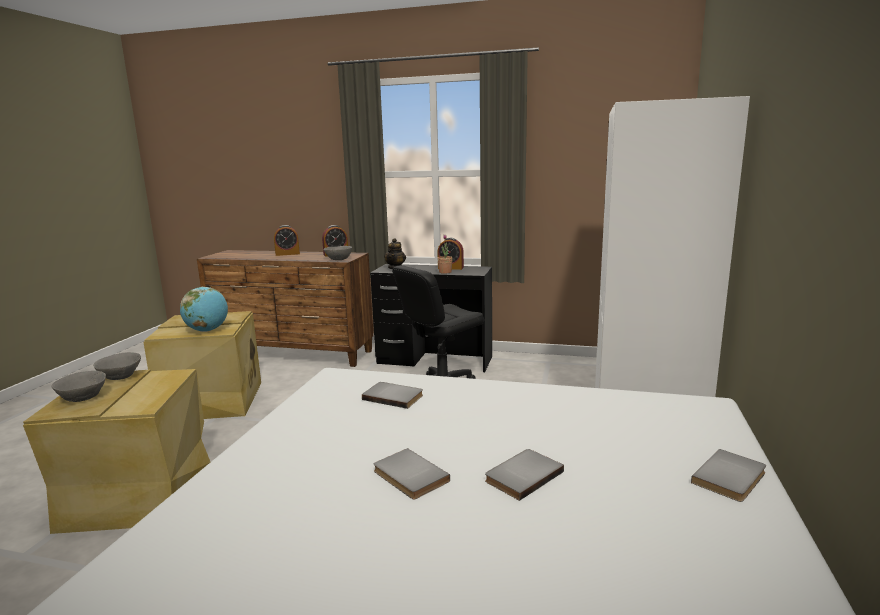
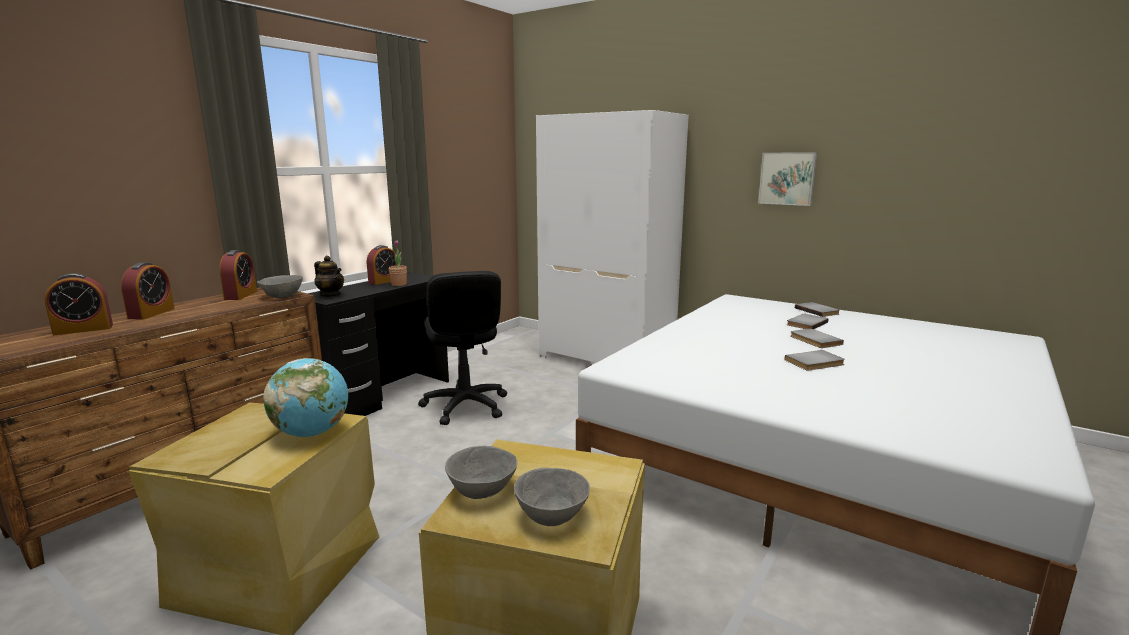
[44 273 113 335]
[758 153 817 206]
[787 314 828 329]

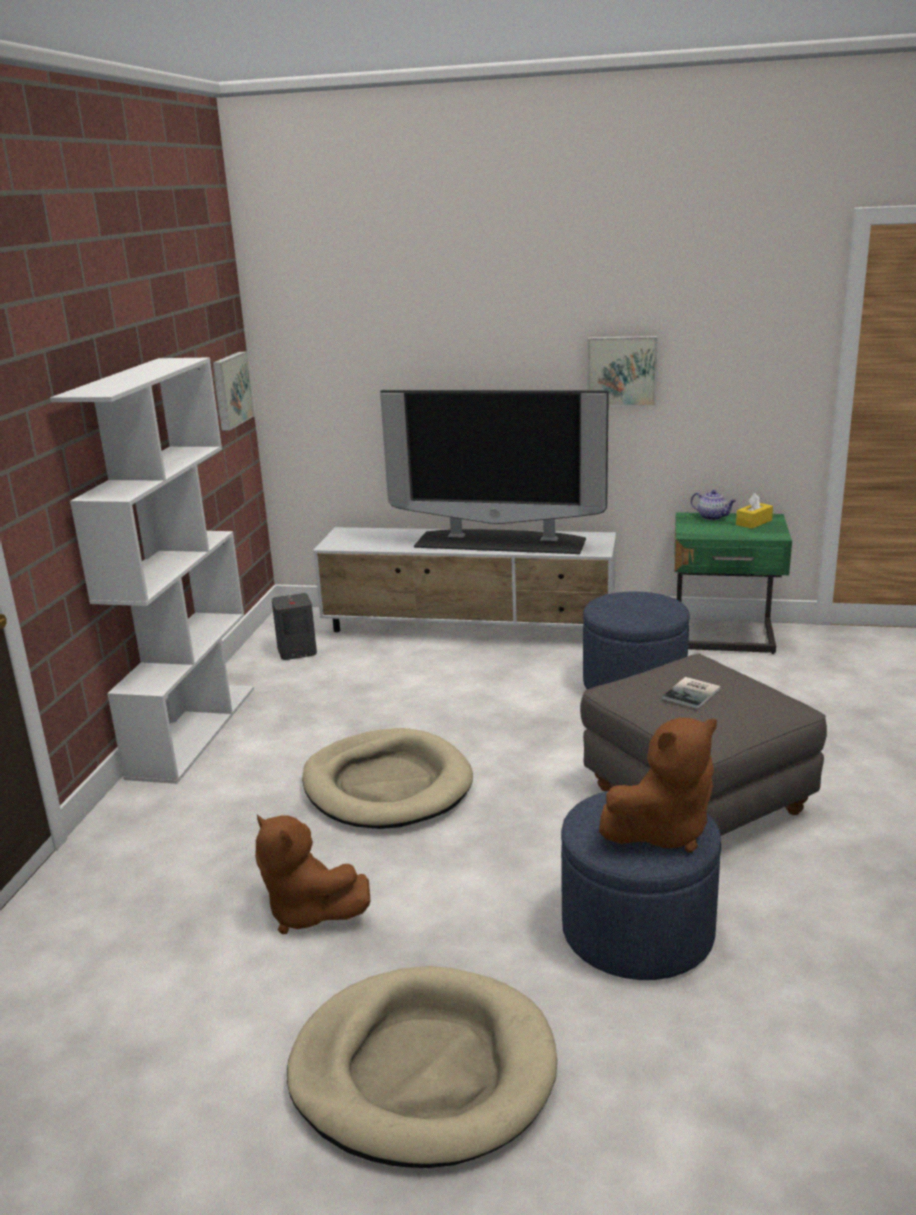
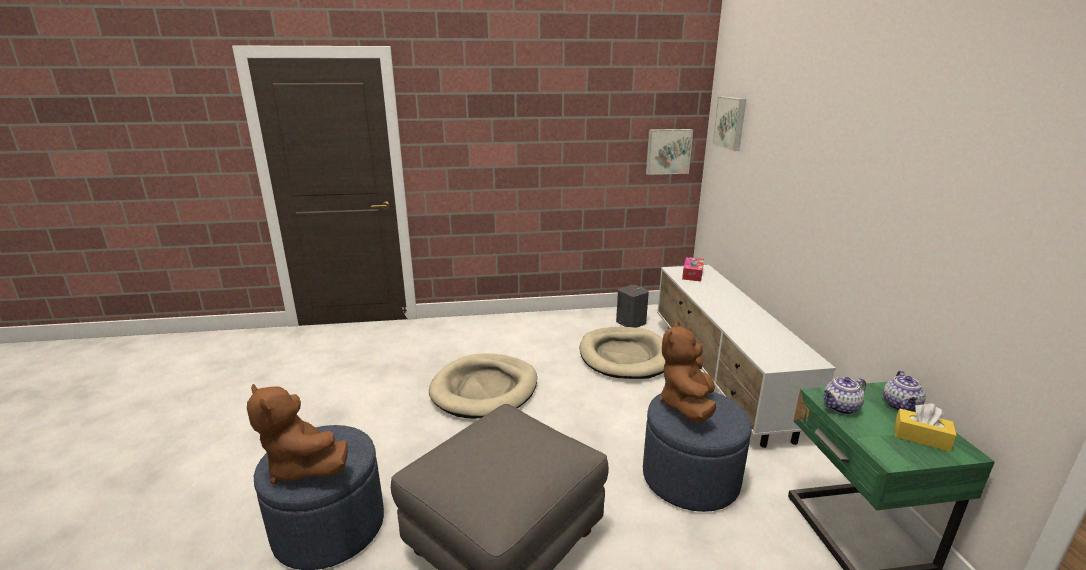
[580 327 665 379]
[660 321 716 423]
[682 257 704 281]
[713 96 746 151]
[824 377 866 415]
[50 357 254 784] (first image)
[380 390 609 554] (first image)
[662 677 720 709] (first image)

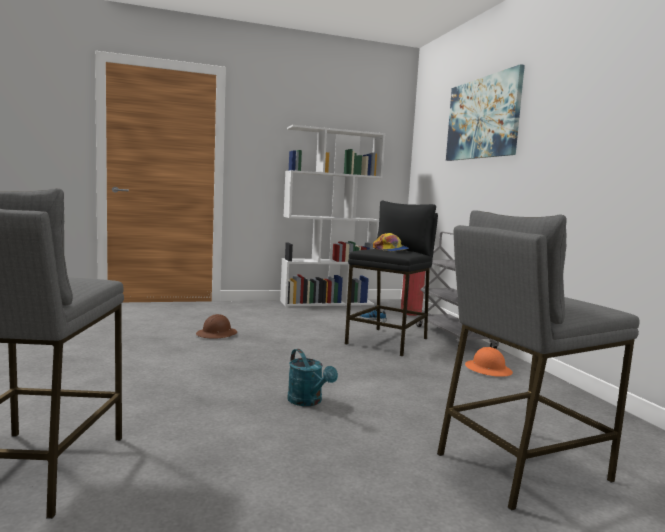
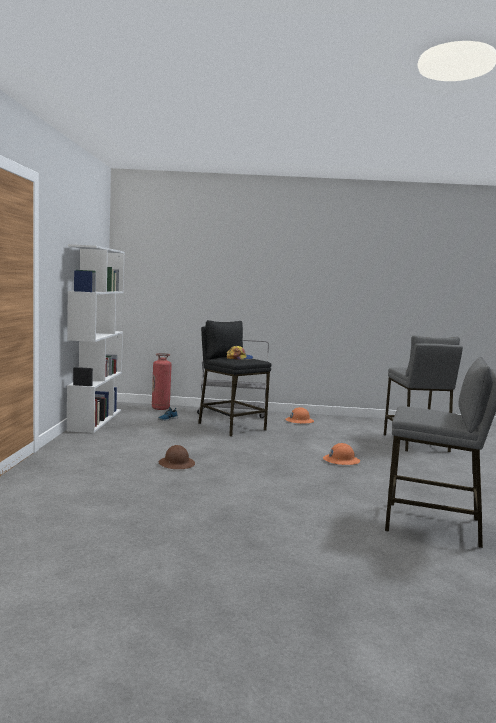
[323 443 360 465]
[446 64 525 161] (first image)

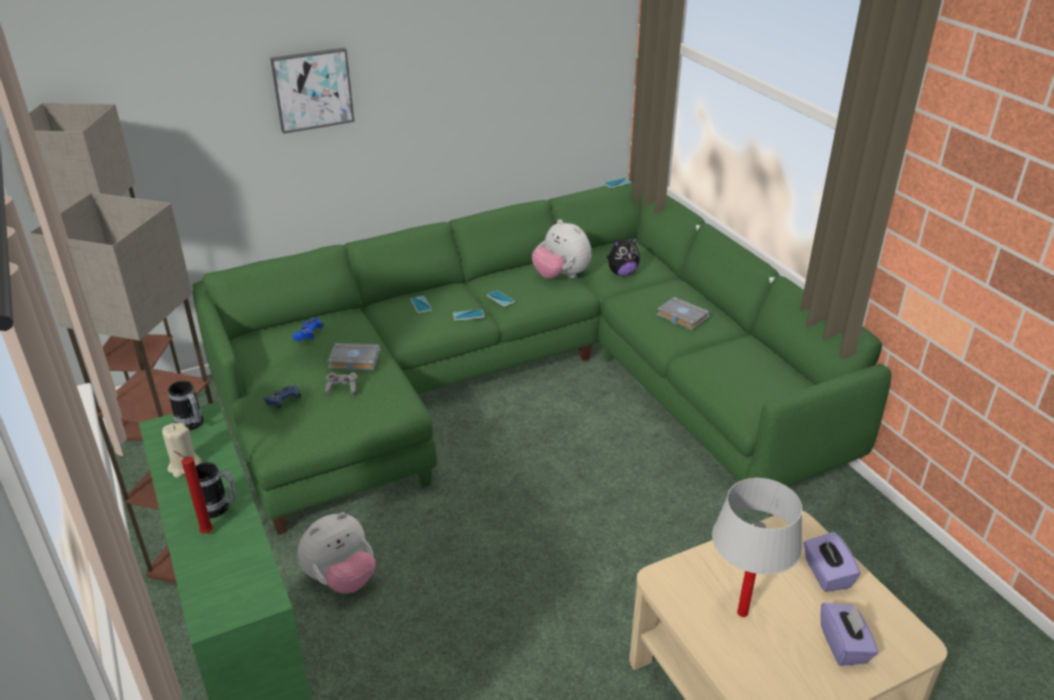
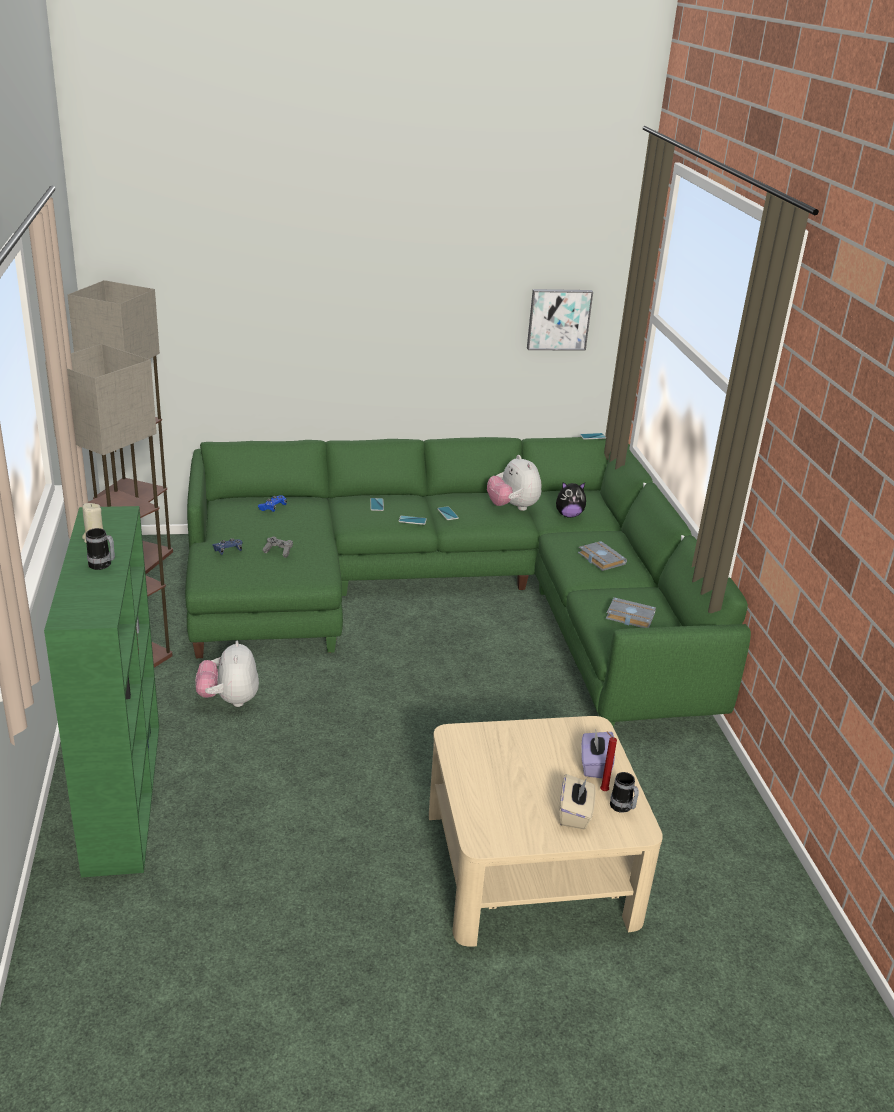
[195 641 259 707]
[527 289 593 351]
[559 774 596 829]
[600 731 617 791]
[606 597 656 628]
[610 772 639 813]
[712 478 803 617] (first image)

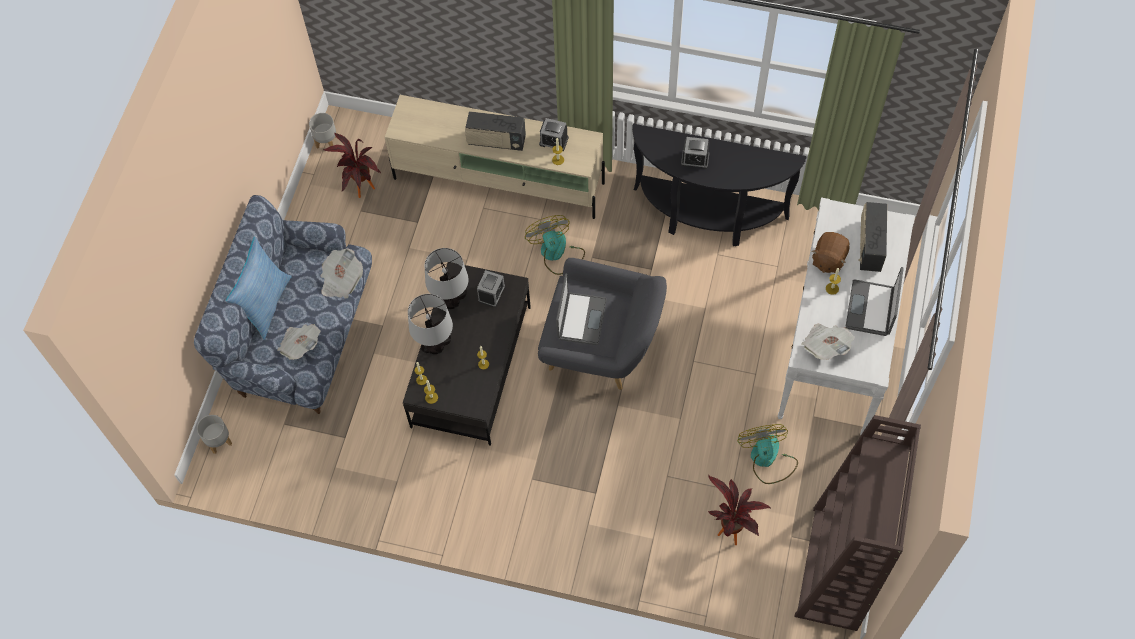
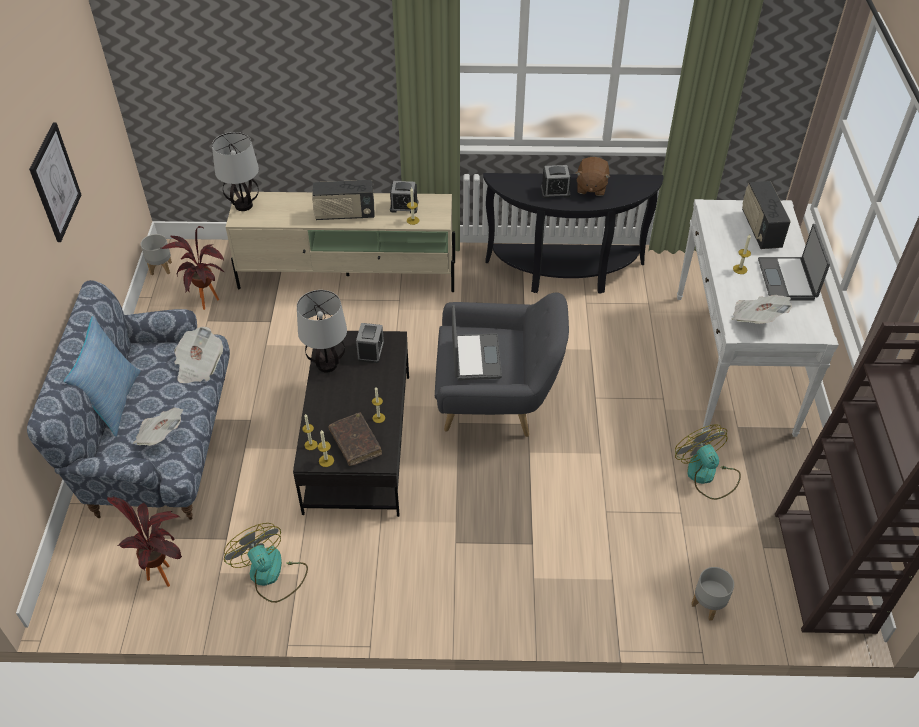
[29 122 81 242]
[107 497 182 587]
[212 132 259 211]
[224 523 308 603]
[329 413 382 466]
[576 157 610 196]
[691 567 734 620]

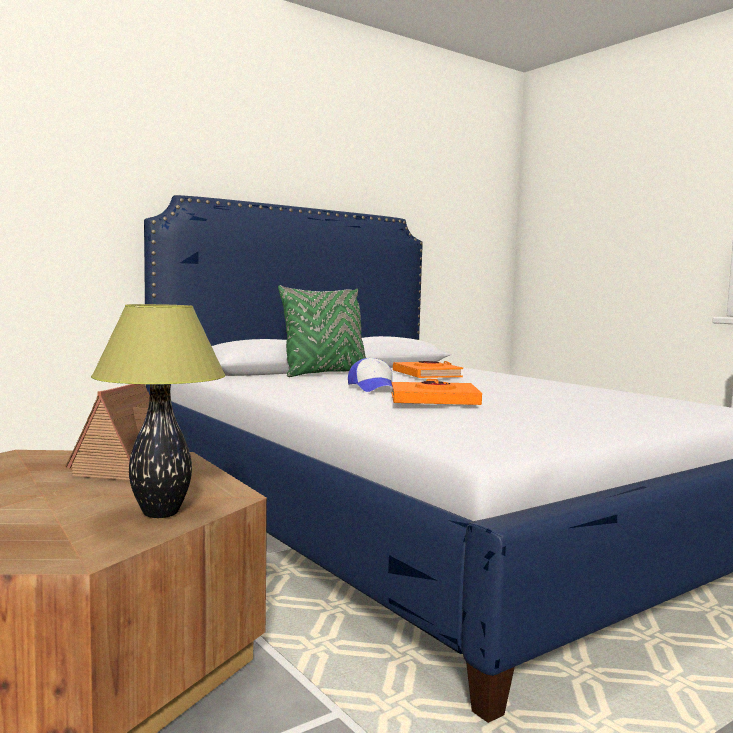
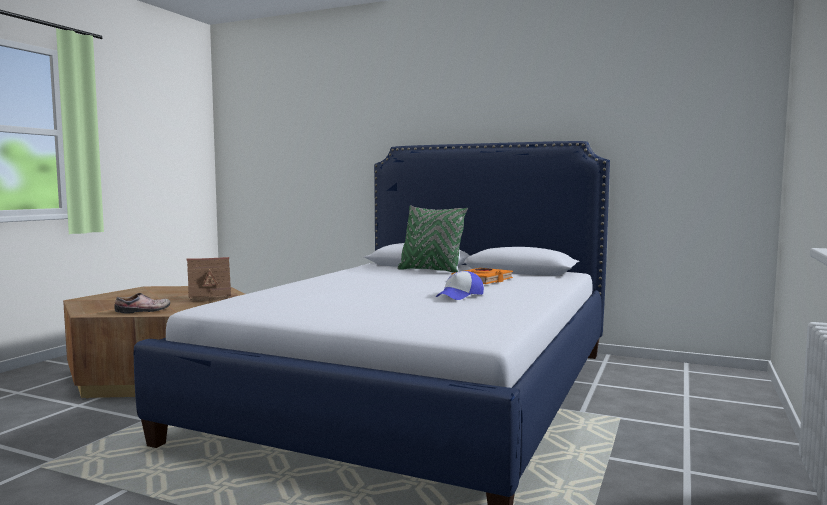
[114 293 170 313]
[436 271 484 300]
[391 379 482 405] (first image)

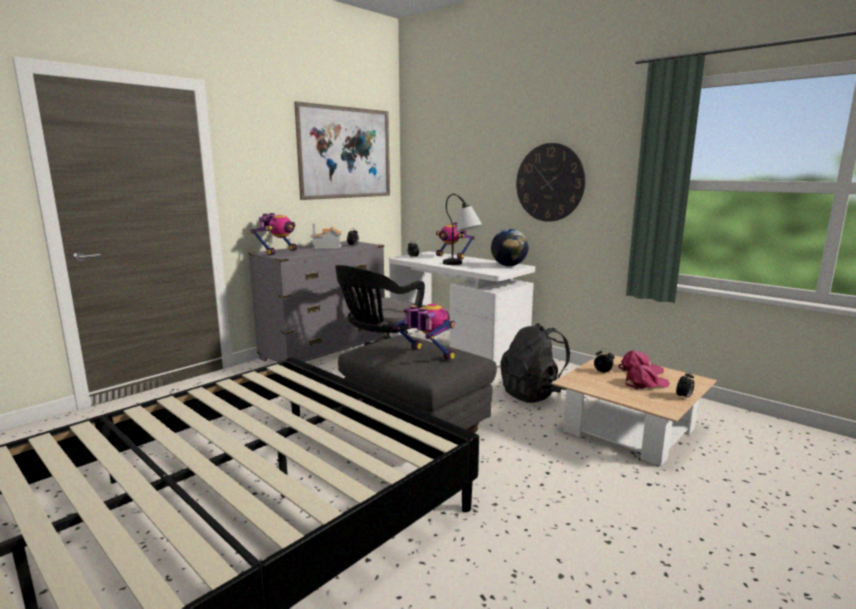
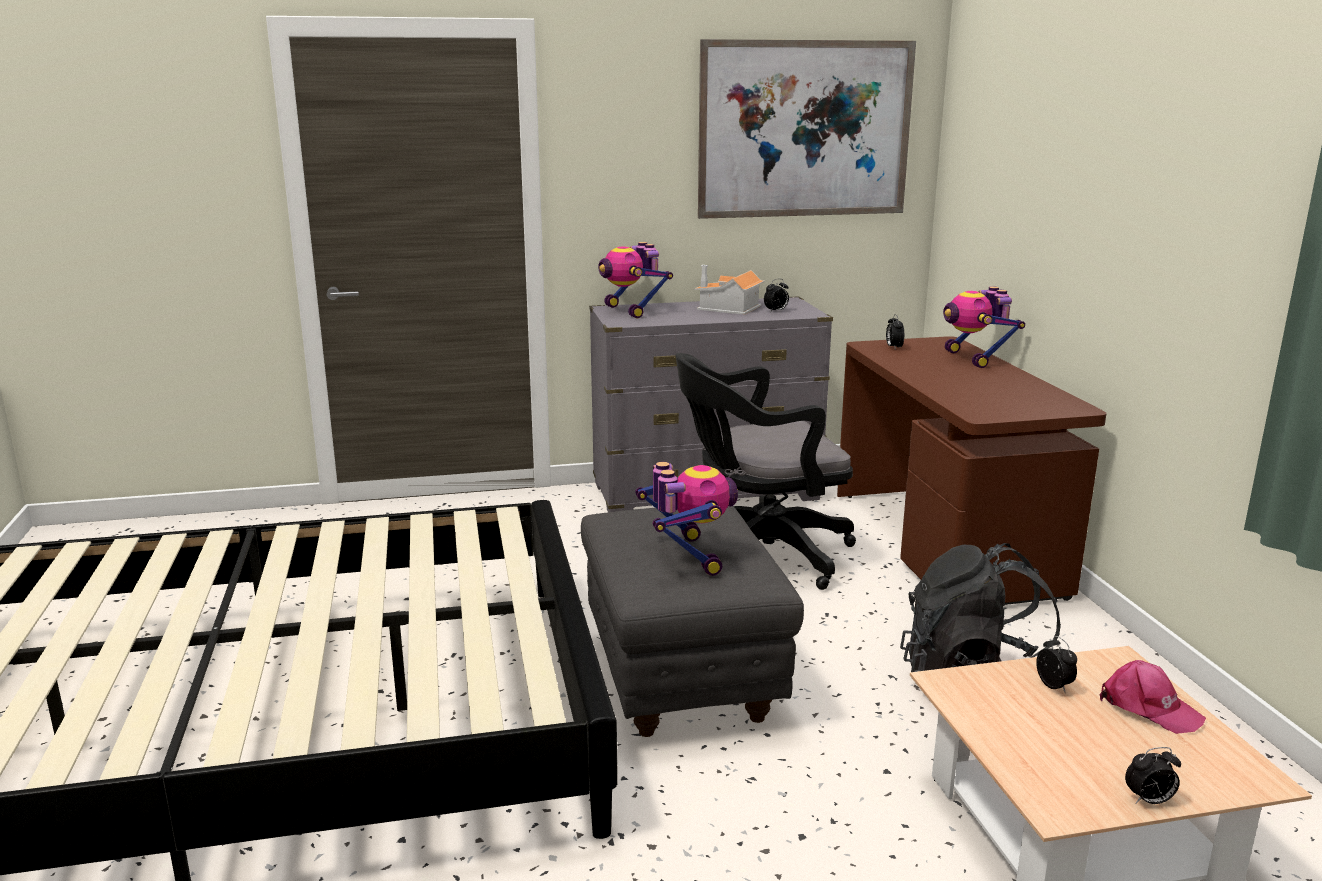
[598 242 673 318]
[837 336 1107 605]
[443 194 483 265] (first image)
[491 229 528 266] (first image)
[516 143 586 222] (first image)
[625 365 670 390] (first image)

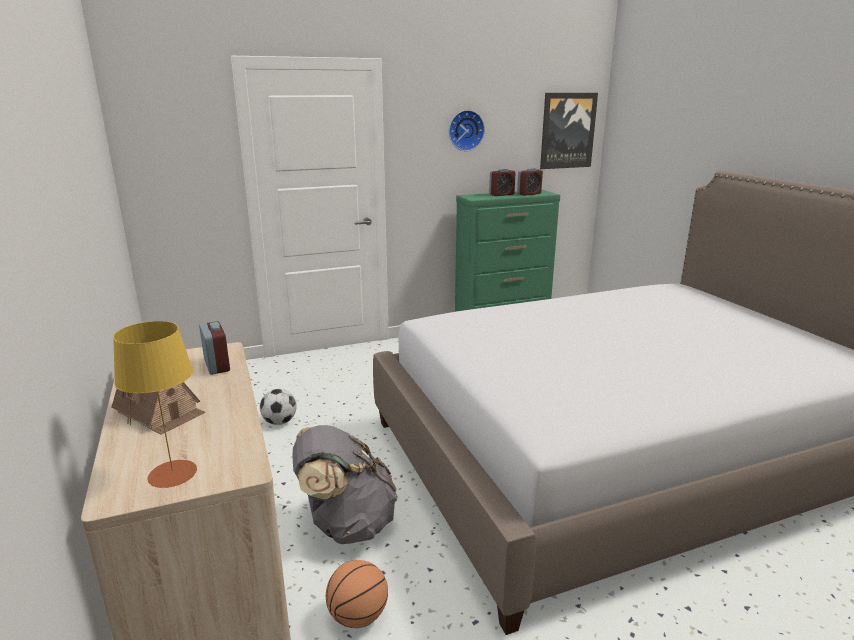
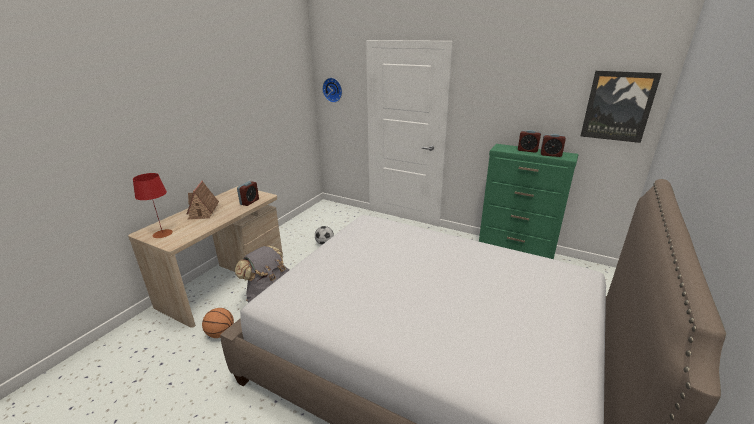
[133 173 173 238]
[322 78 342 103]

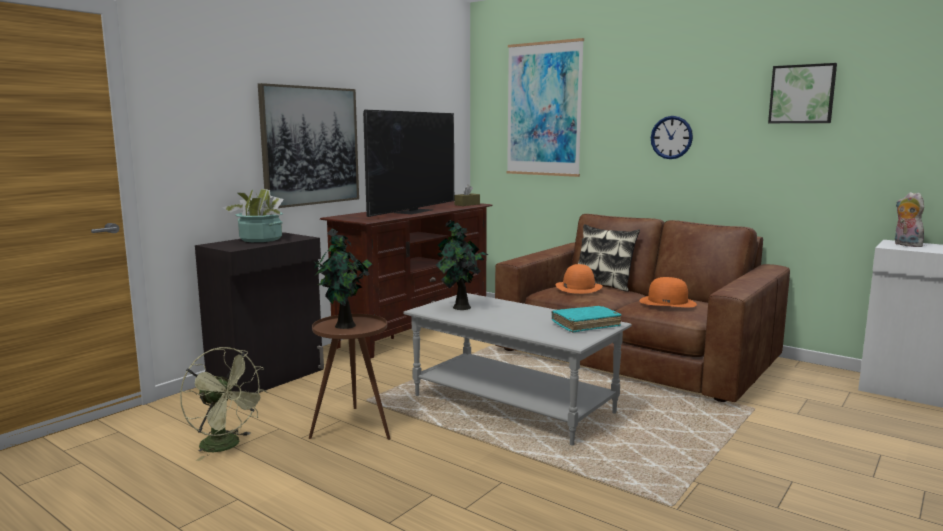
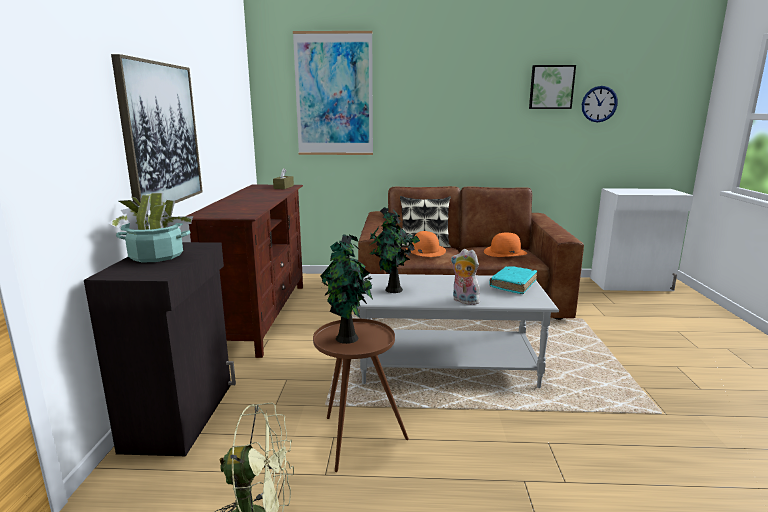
[451 249 480 305]
[582 86 618 122]
[363 110 454 217] (first image)

